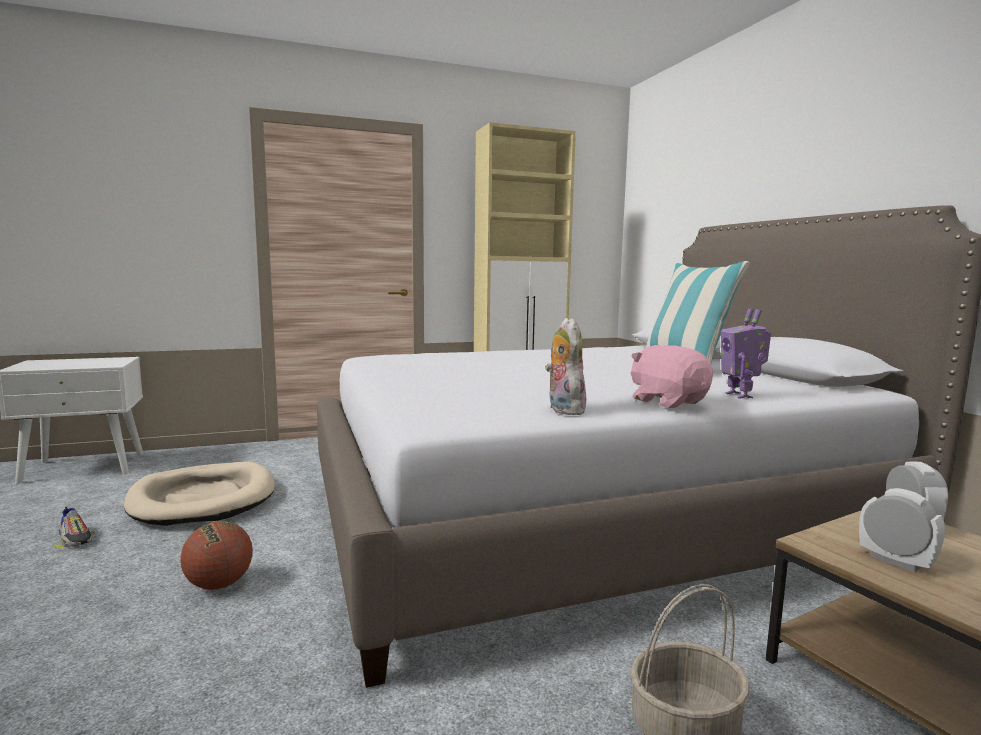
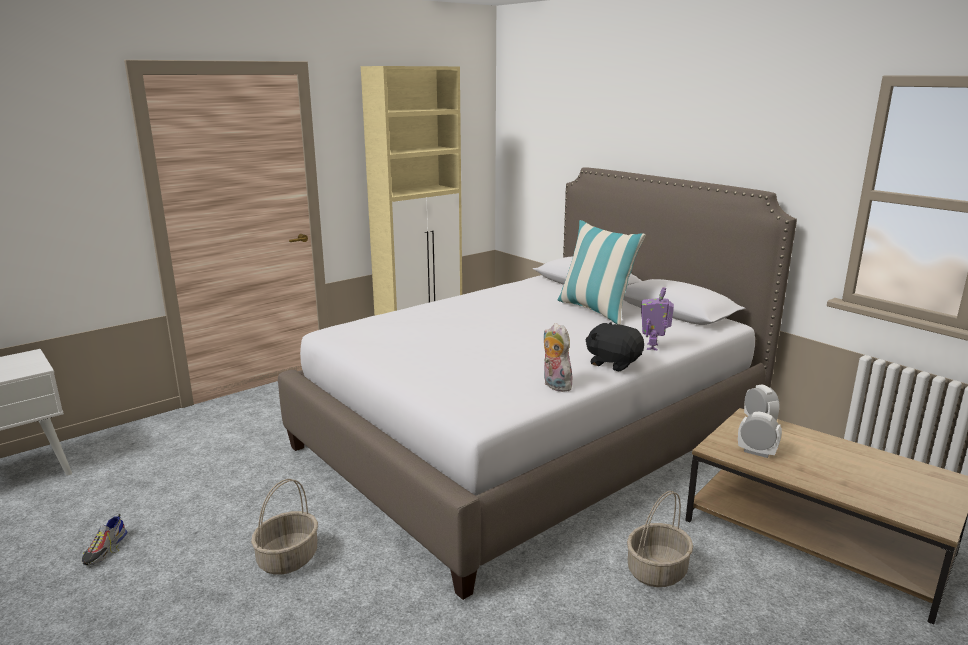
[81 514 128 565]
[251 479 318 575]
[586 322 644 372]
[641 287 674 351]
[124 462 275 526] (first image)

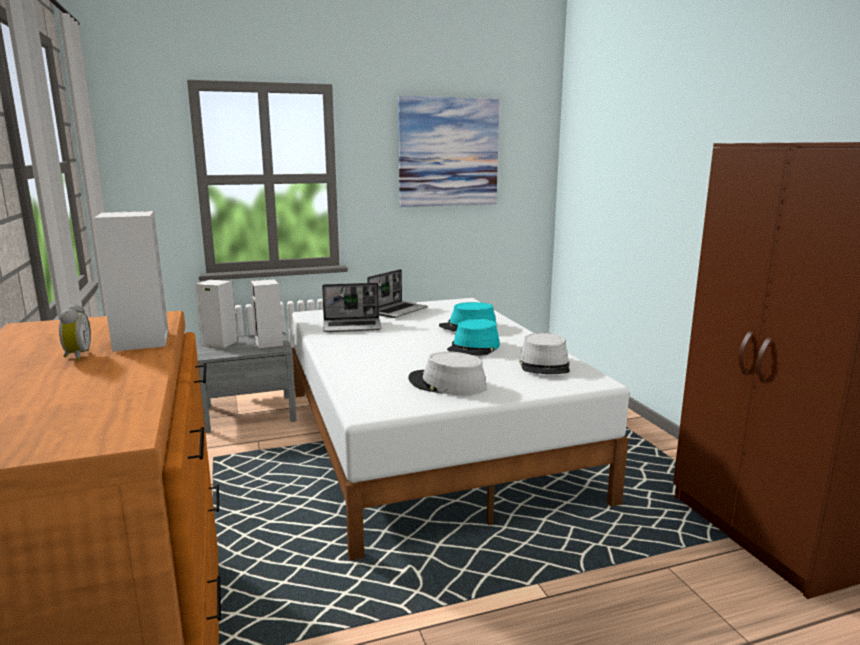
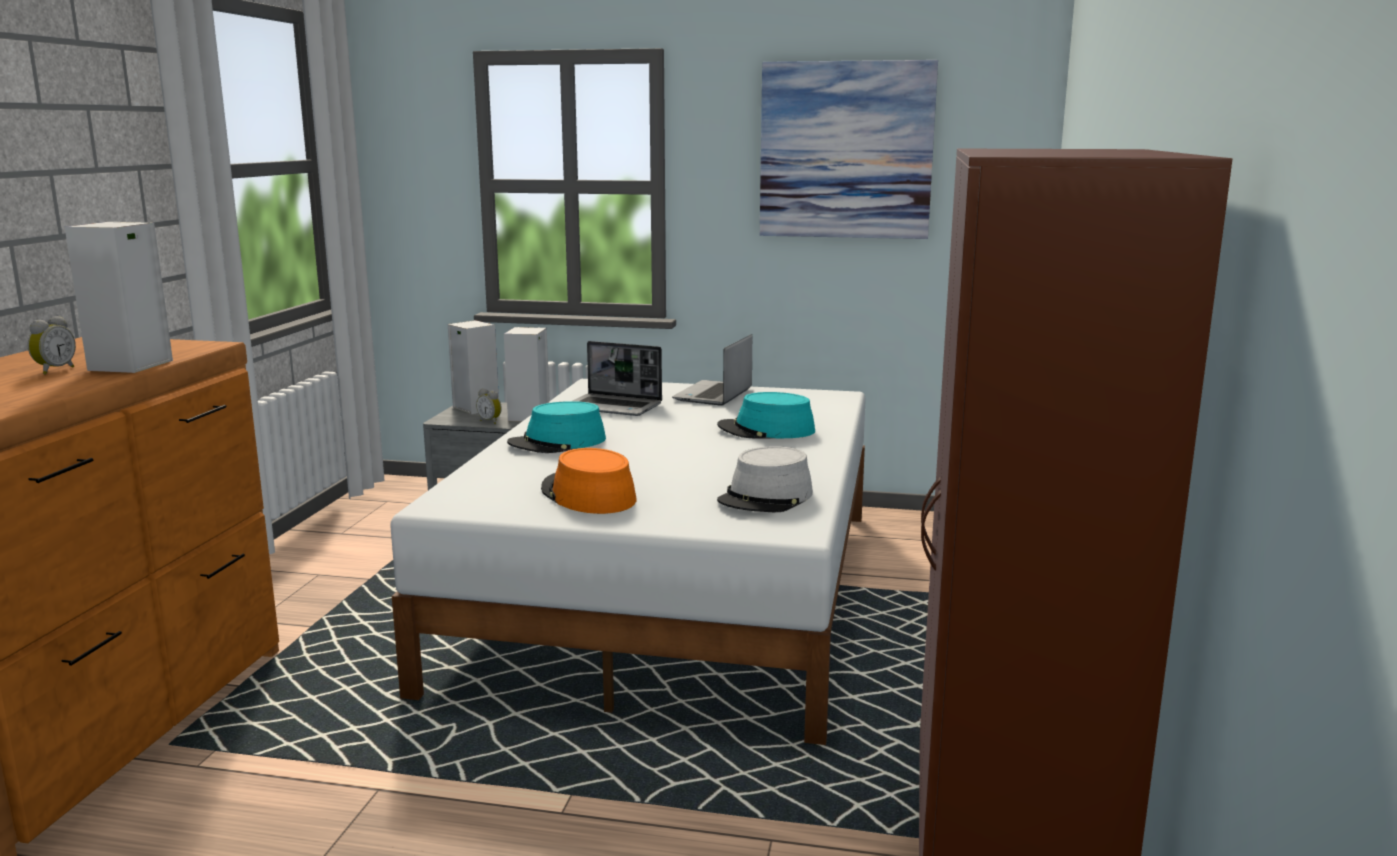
[476 389 502 424]
[507 401 606 453]
[541 448 636 514]
[672 334 752 406]

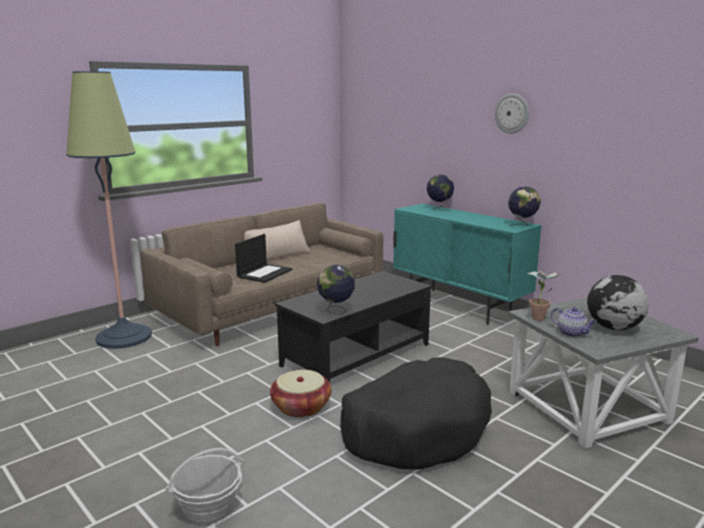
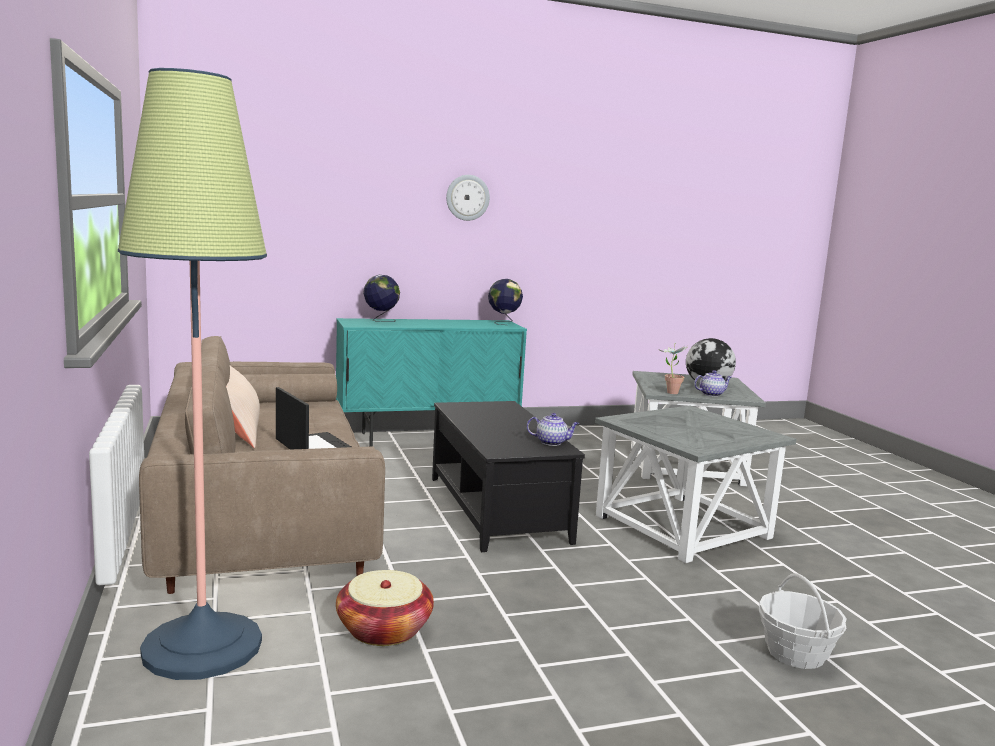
[336 570 434 646]
[527 413 579 446]
[595 406 797 563]

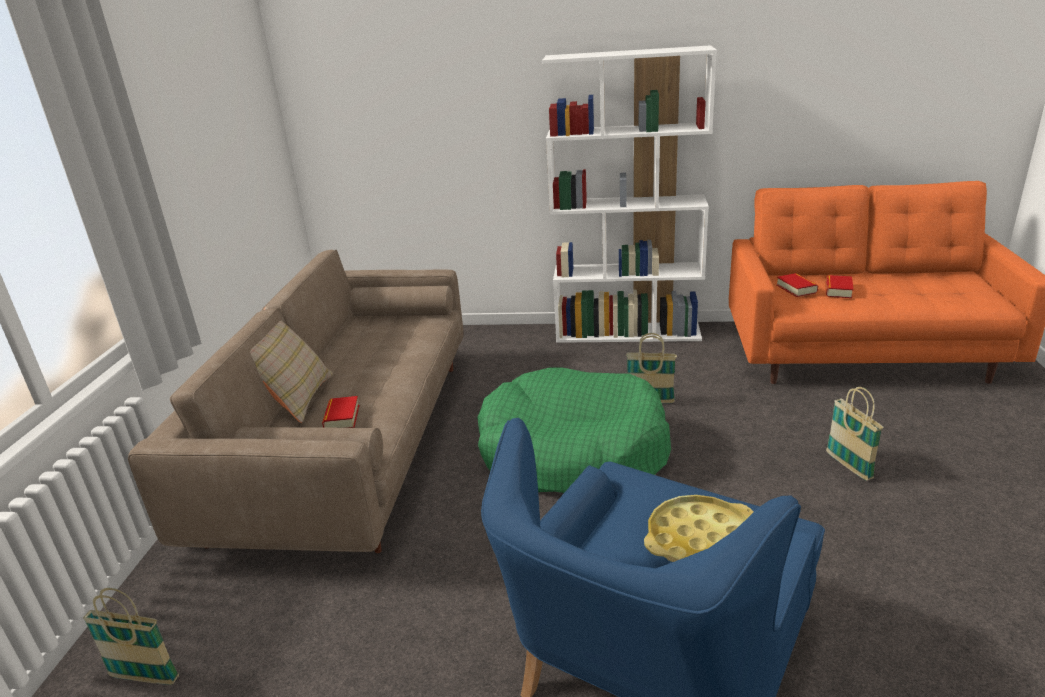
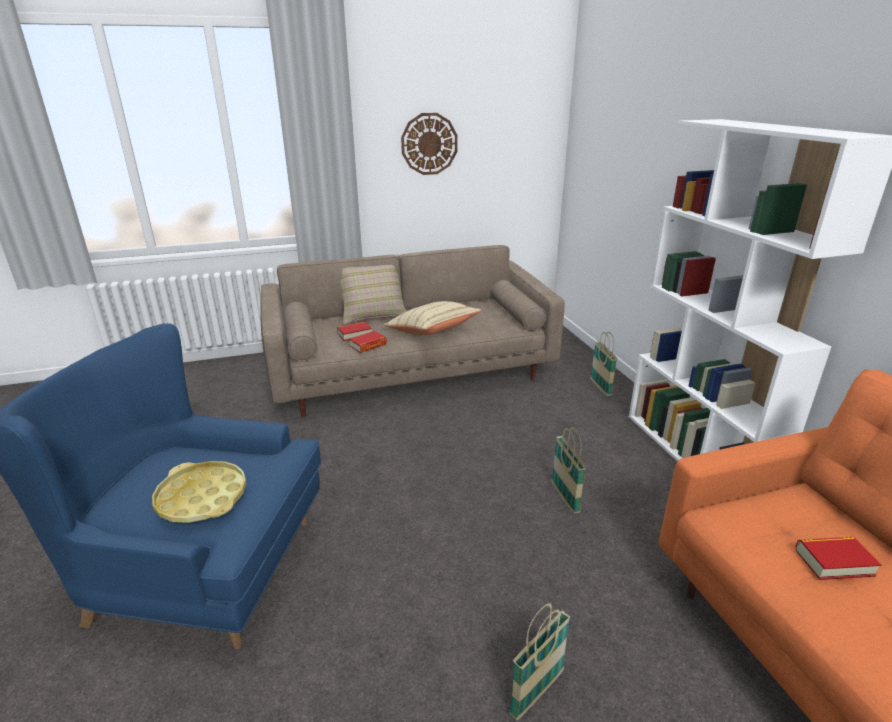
[349 331 387 353]
[384 301 482 335]
[401 113 457 175]
[590 332 617 396]
[477 368 671 493] (first image)

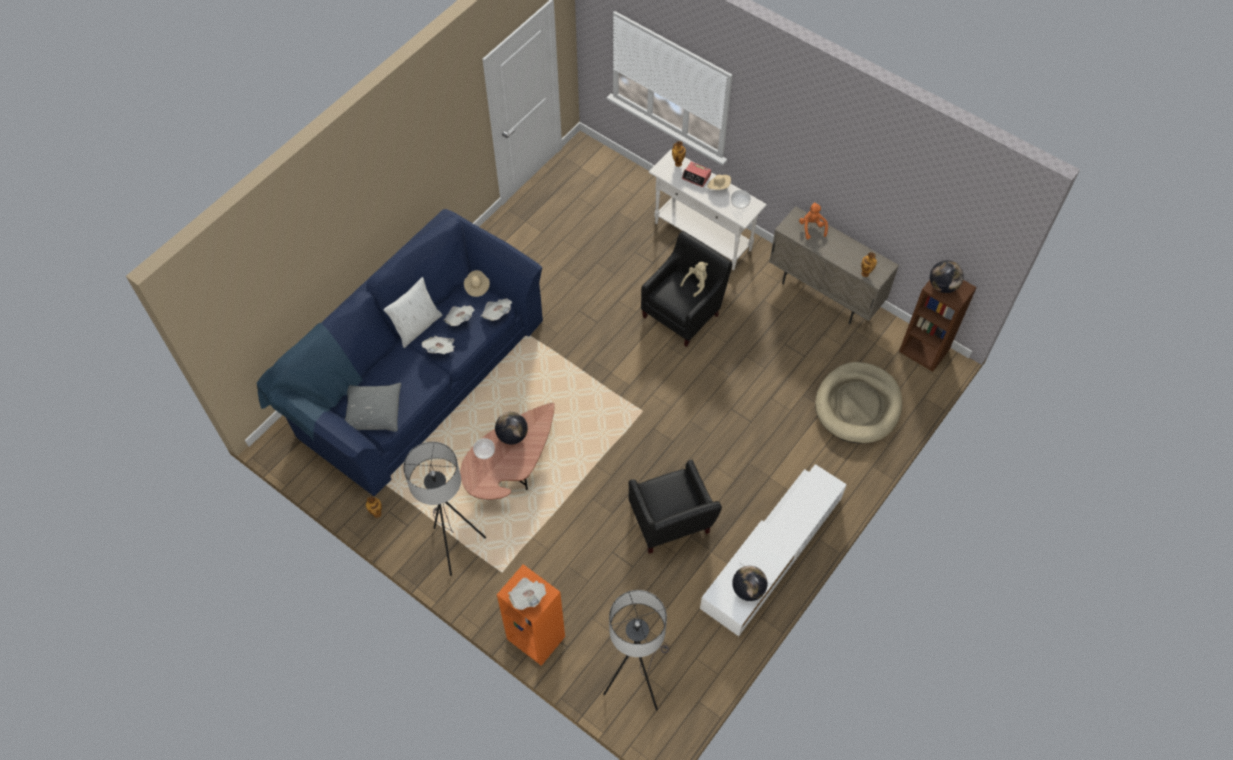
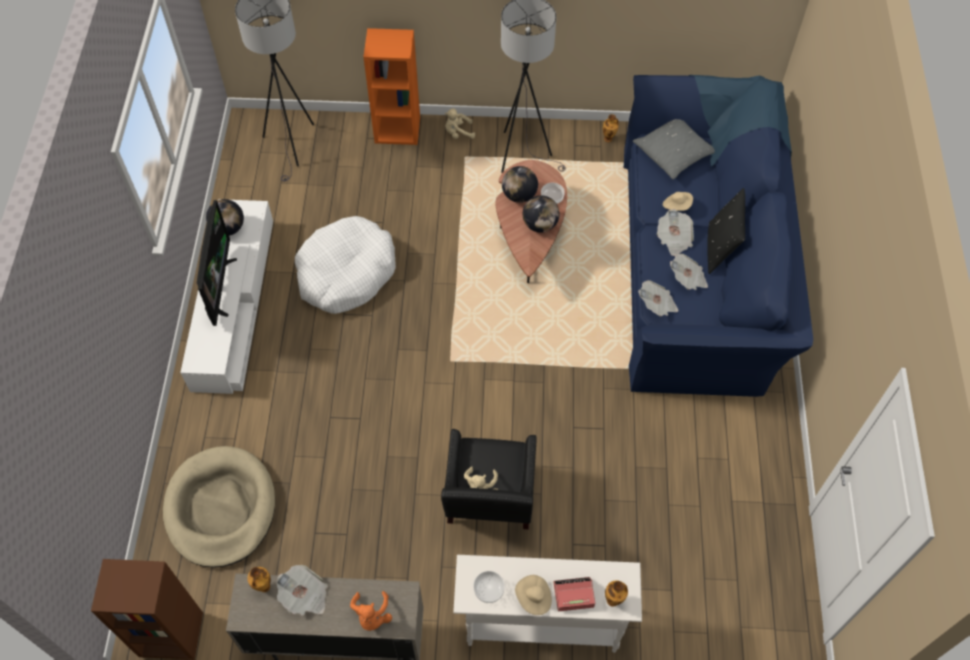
[197 200 237 326]
[276 565 328 616]
[295 216 396 314]
[350 591 392 631]
[445 108 475 139]
[502 166 538 203]
[663 192 693 211]
[707 188 745 274]

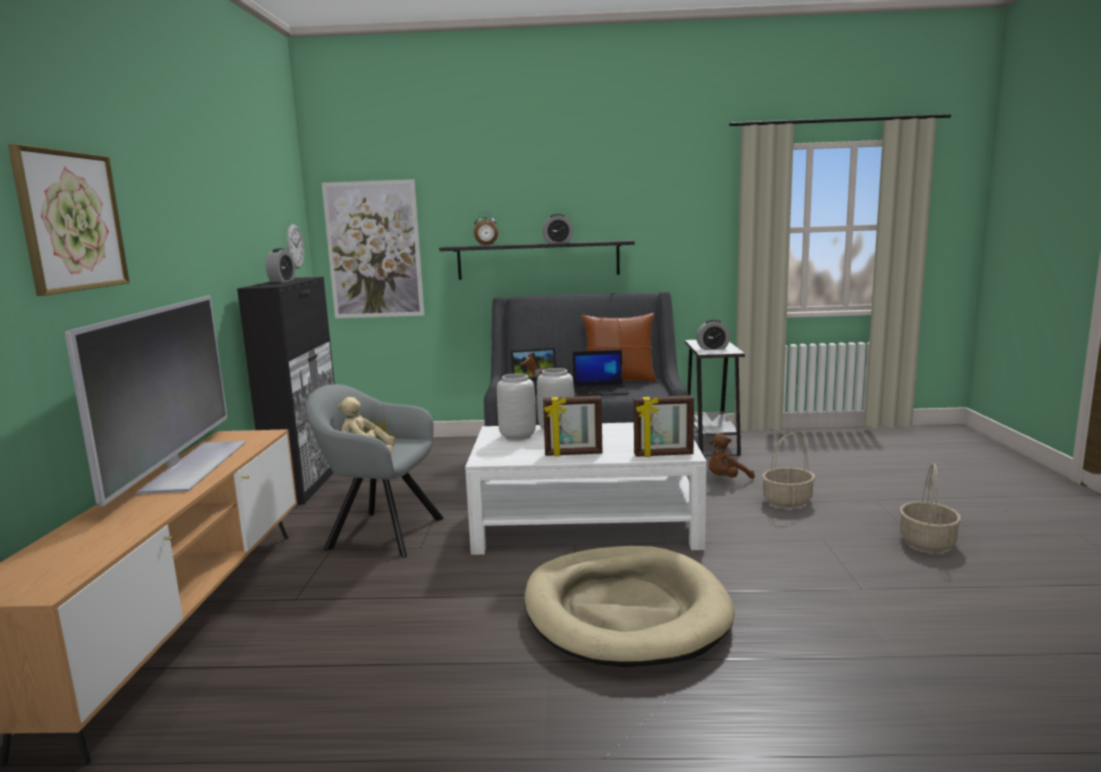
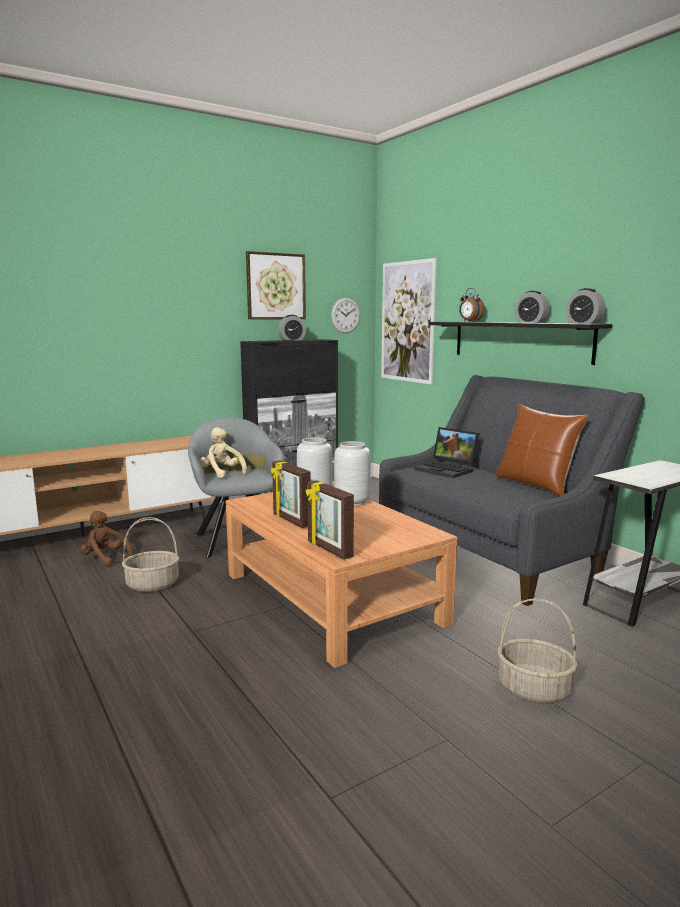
[80 511 134 566]
[122 517 180 592]
[225 484 458 668]
[246 251 306 320]
[565 288 606 324]
[65 295 245 507] (first image)
[524 546 735 667] (first image)
[573 350 629 396] (first image)

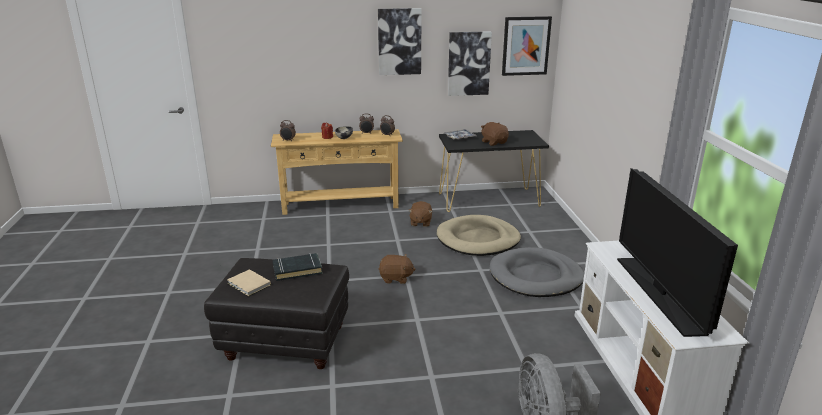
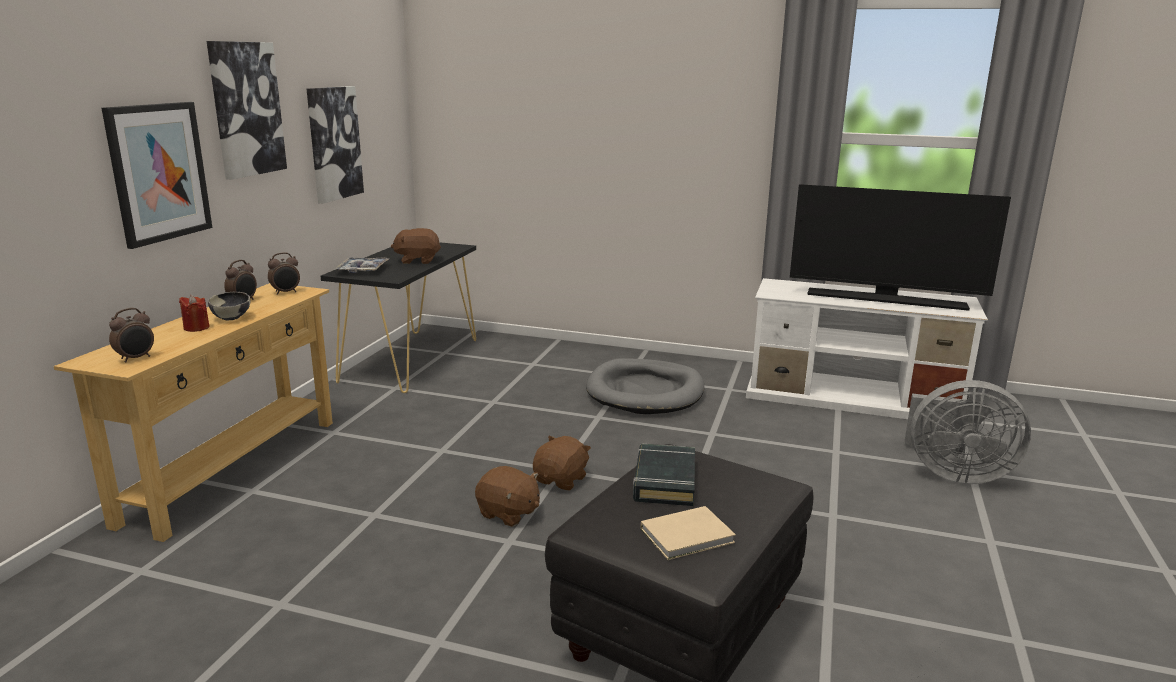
[102 102 212 249]
[475 466 540 527]
[437 215 521 256] (first image)

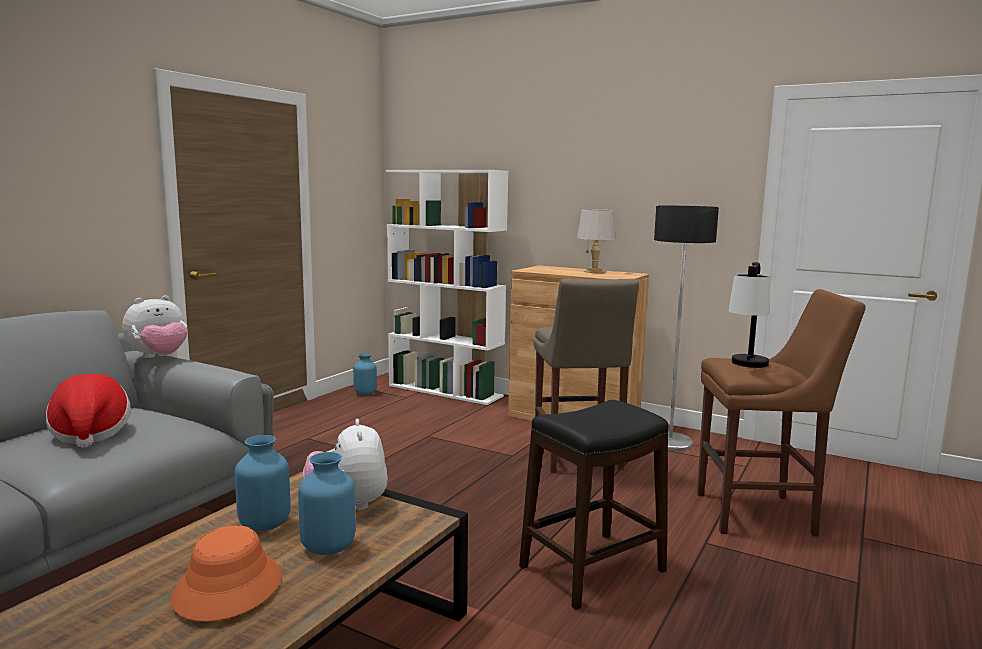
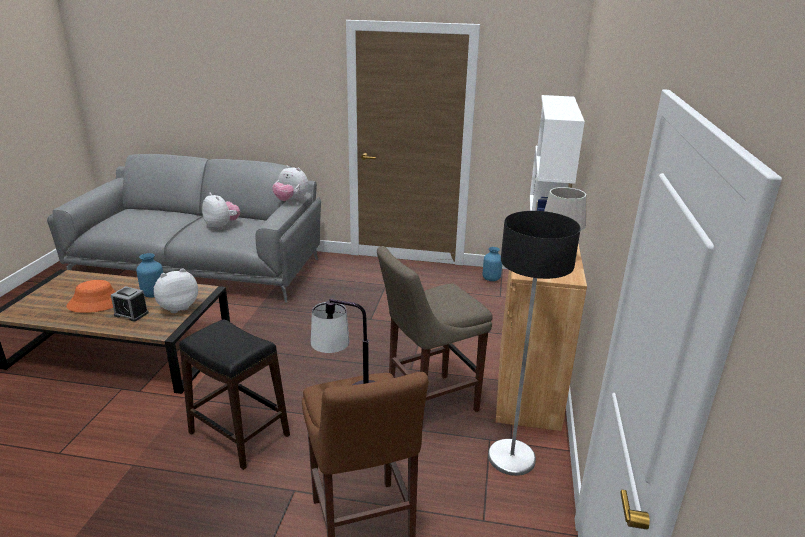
[111 286 149 322]
[202 193 240 230]

